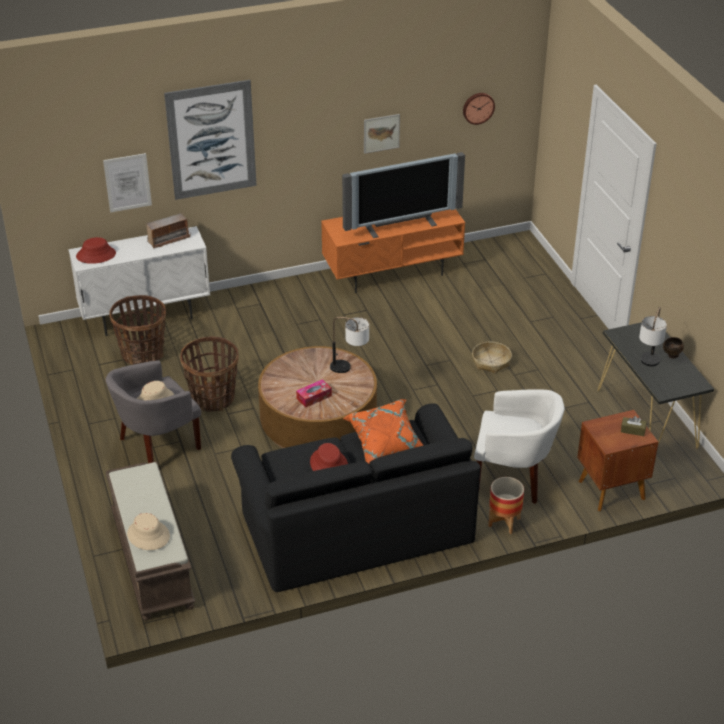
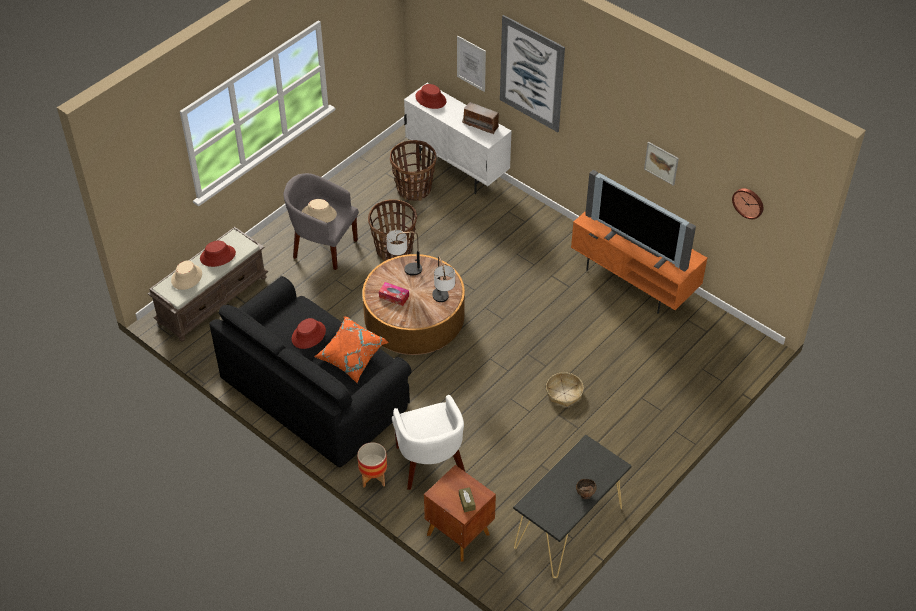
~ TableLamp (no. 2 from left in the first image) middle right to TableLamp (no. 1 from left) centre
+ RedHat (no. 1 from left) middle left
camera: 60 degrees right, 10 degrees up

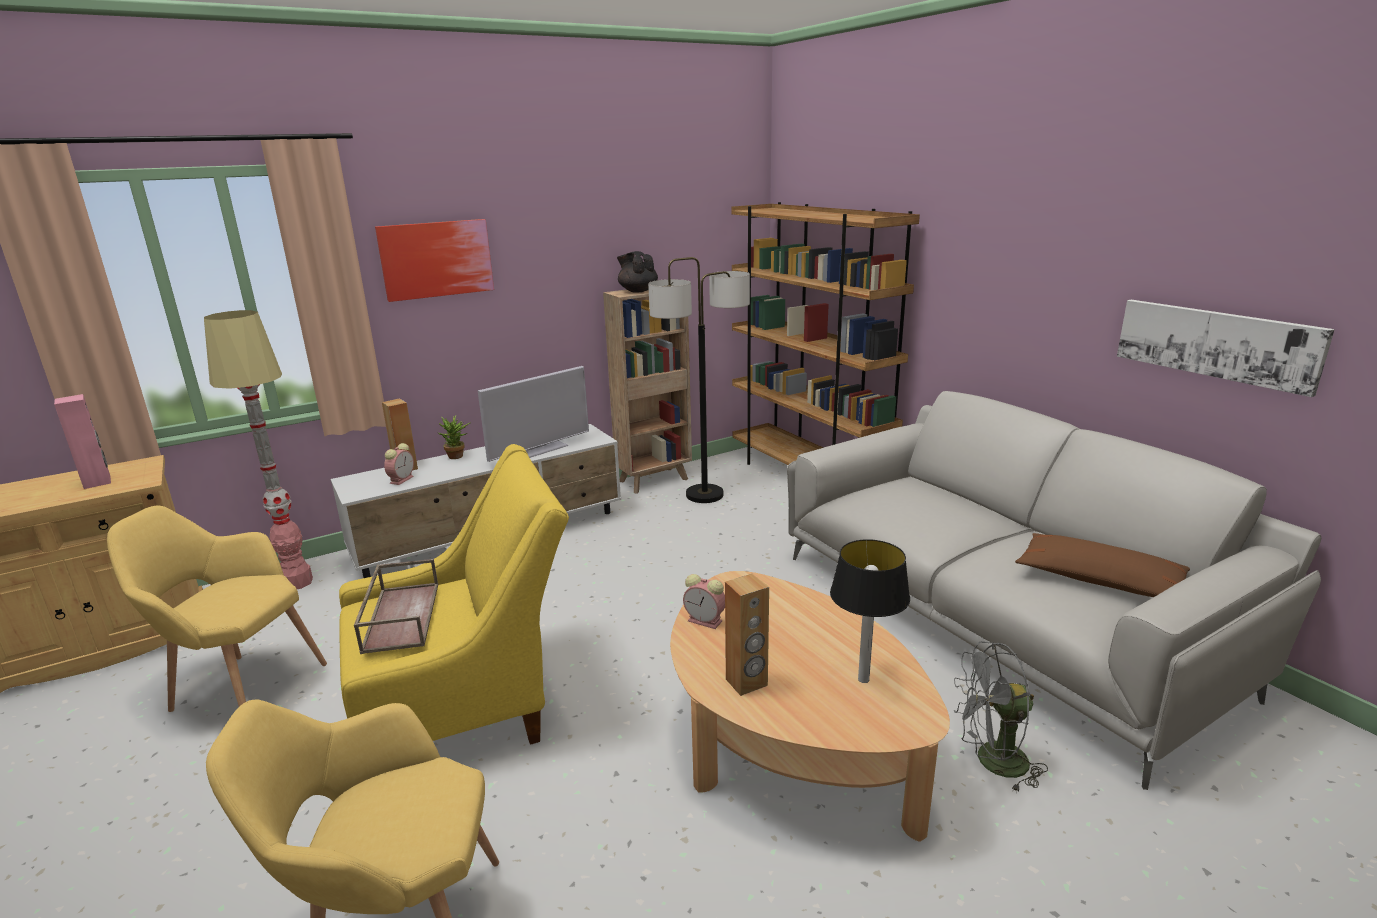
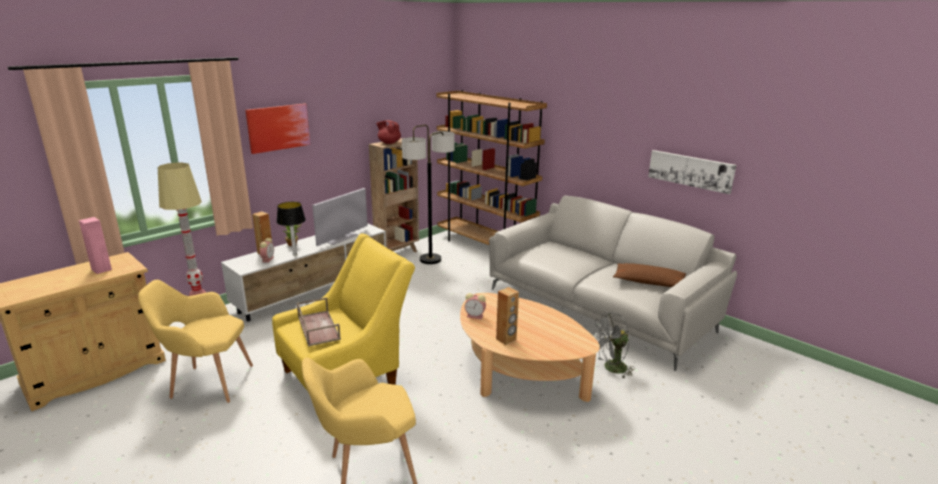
~ BlackTeapot top centre to RedTeapot top centre
~ TableLamp centre to middle left
camera: 15 degrees left, 0 degrees up

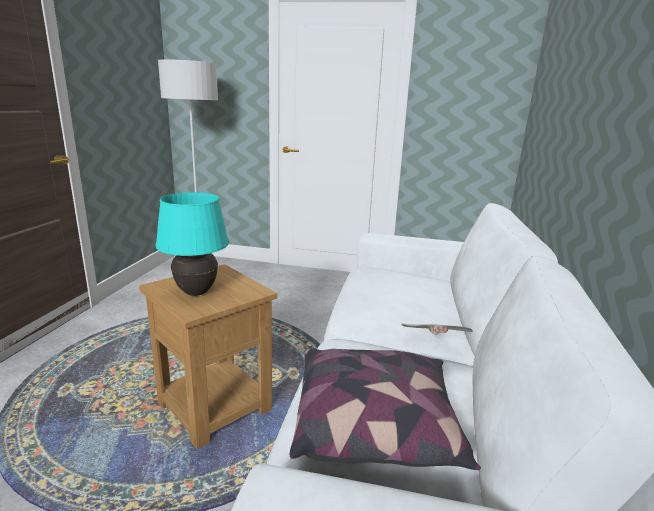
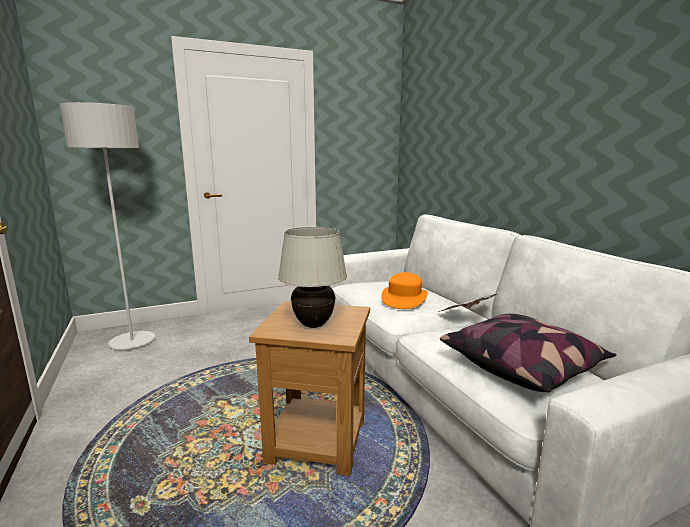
~ TurquoiseTableLamp middle left to WhiteTableLamp centre
+ OrangeHat centre
camera: 35 degrees left, 5 degrees down

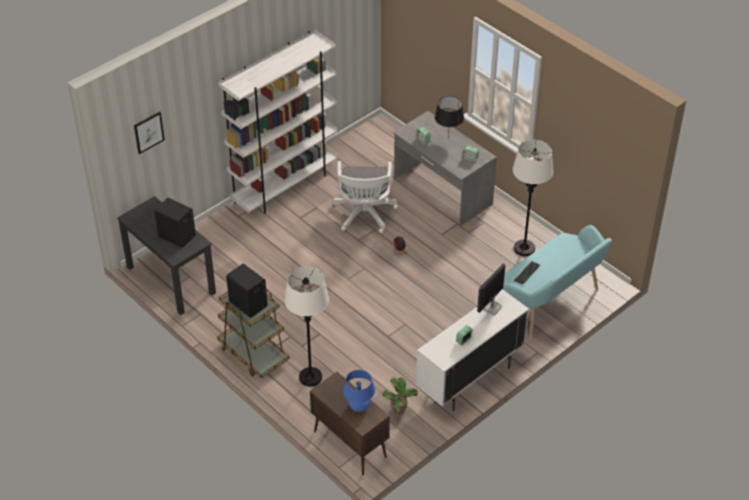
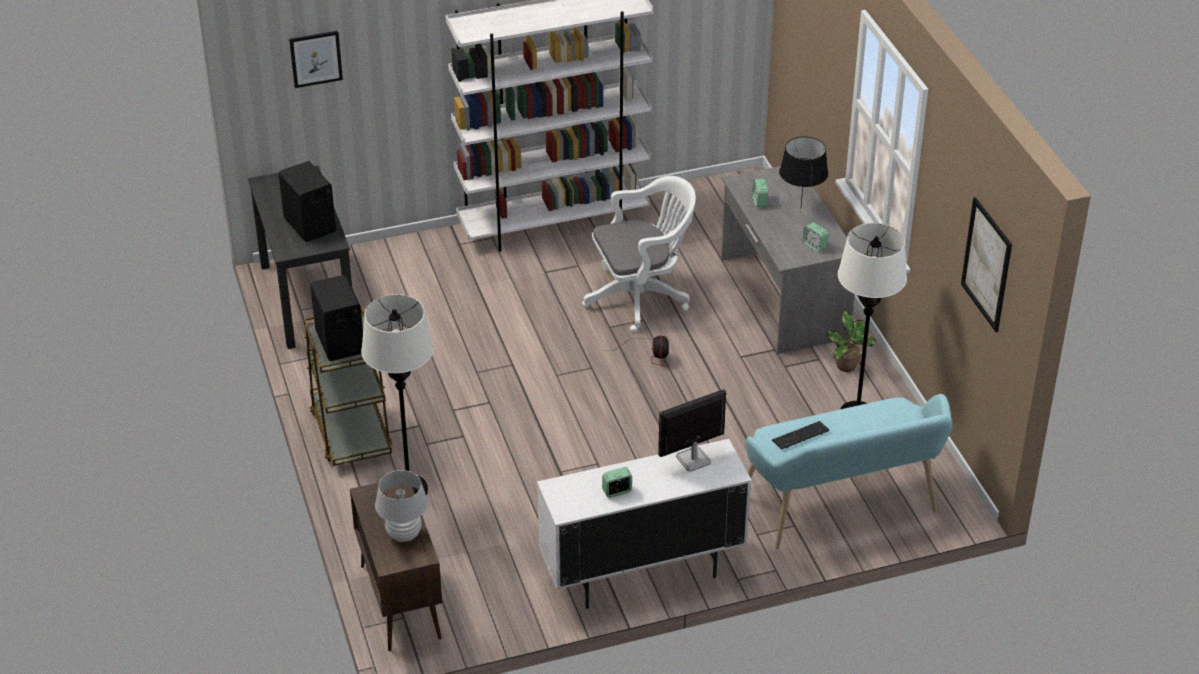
~ WhiteOfficeChair centre = centre 135 degrees counterclockwise
~ BlueTableLamp bottom centre to WhiteTableLamp bottom centre
~ PottedPlant bottom centre to middle right
+ Picture (no. 2 from left) middle right
camera: 25 degrees right, 5 degrees down

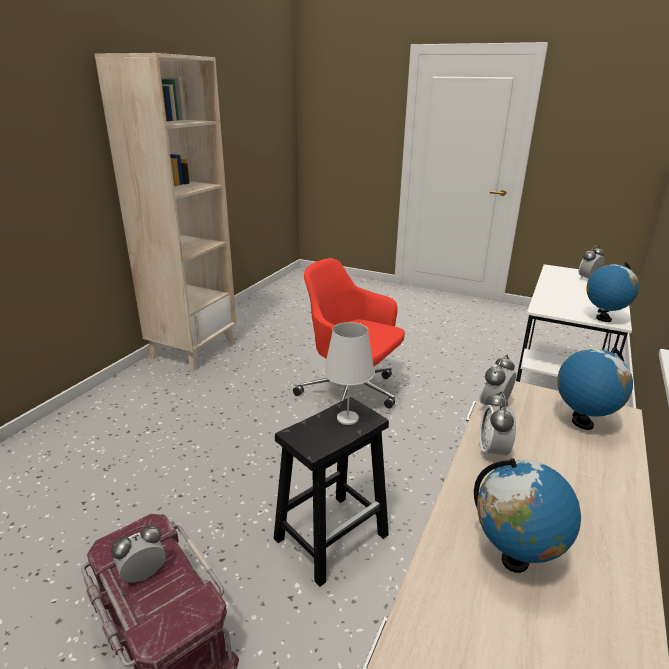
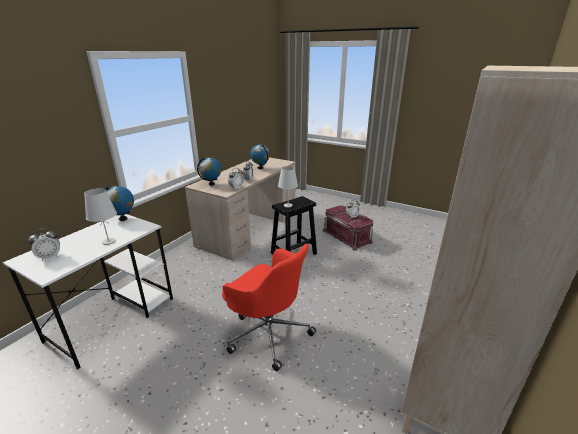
+ WhiteTableLamp (no. 1 from left) middle left
camera: 175 degrees left, 0 degrees up

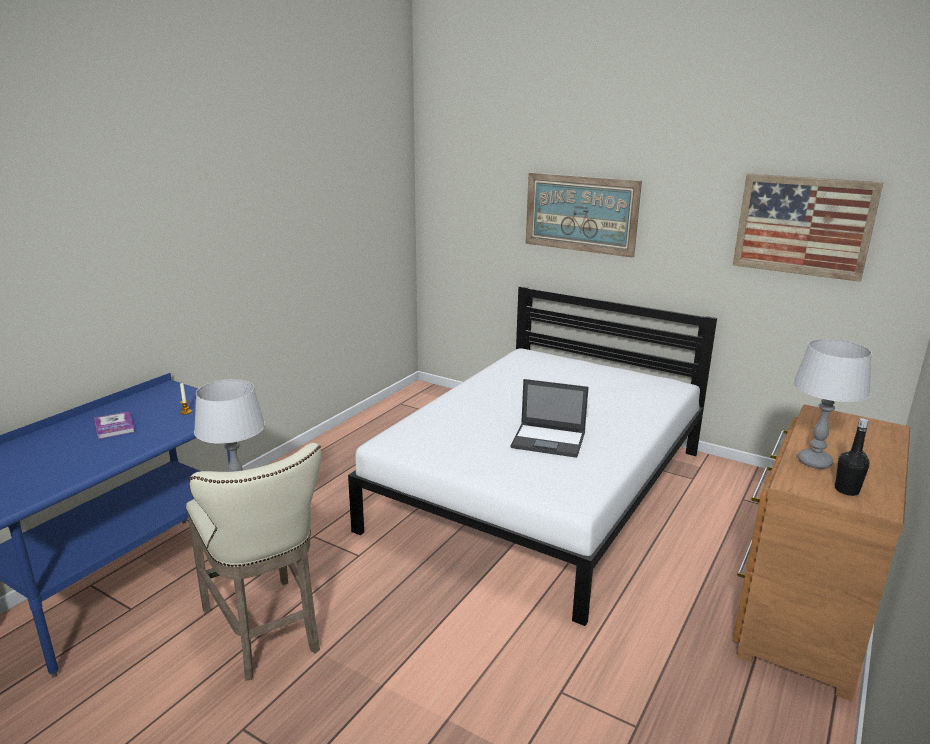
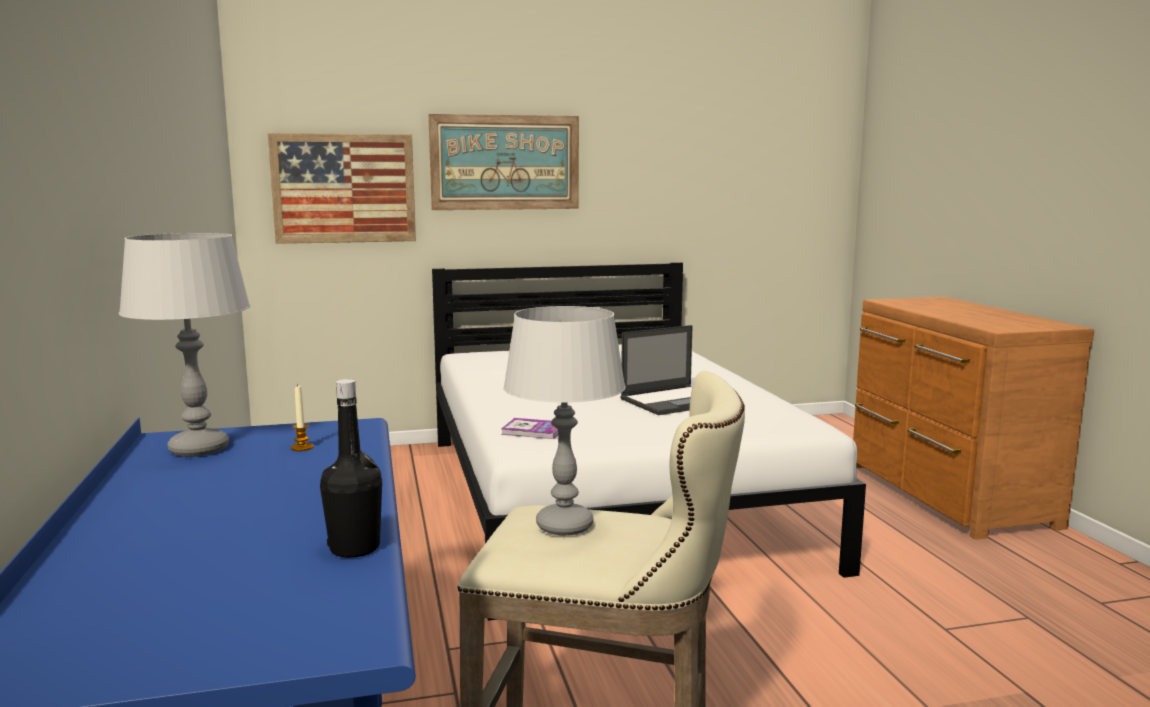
~ Book middle left to centre
~ Picture (no. 2 from left in the first image) top right to Picture (no. 1 from left) top left
~ GreyTableLamp (no. 2 from left in the first image) middle right to GreyTableLamp (no. 1 from left) middle left
~ BlackBottle middle right to middle left
camera: 45 degrees left, 10 degrees down

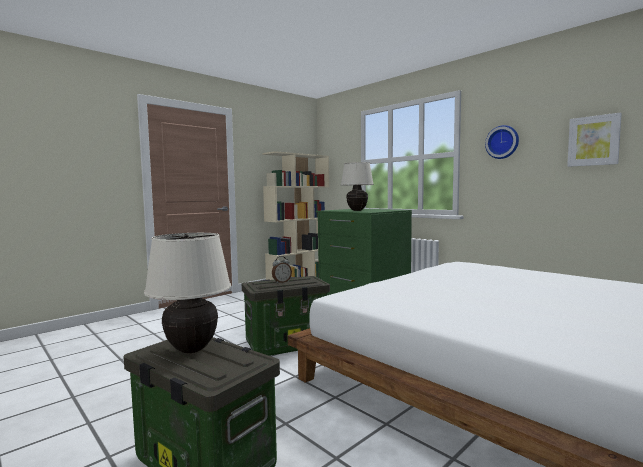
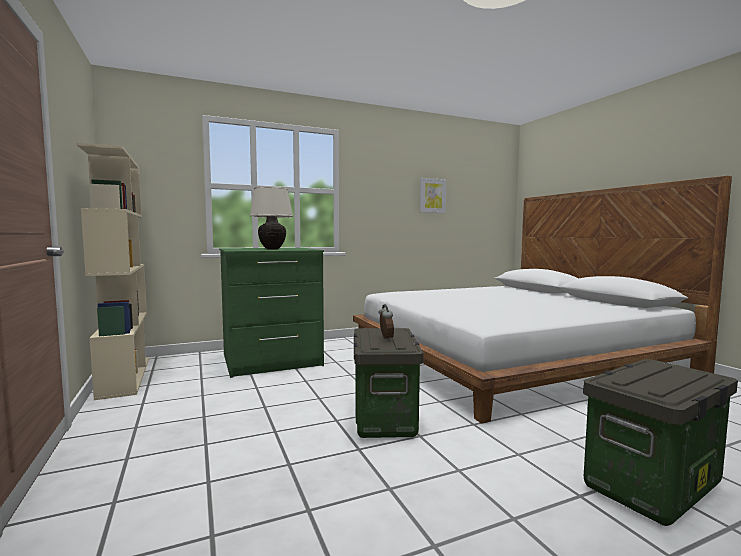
- BeigeTableLamp (no. 1 from left) middle left
- WallClock top right
camera: 70 degrees left, 0 degrees up

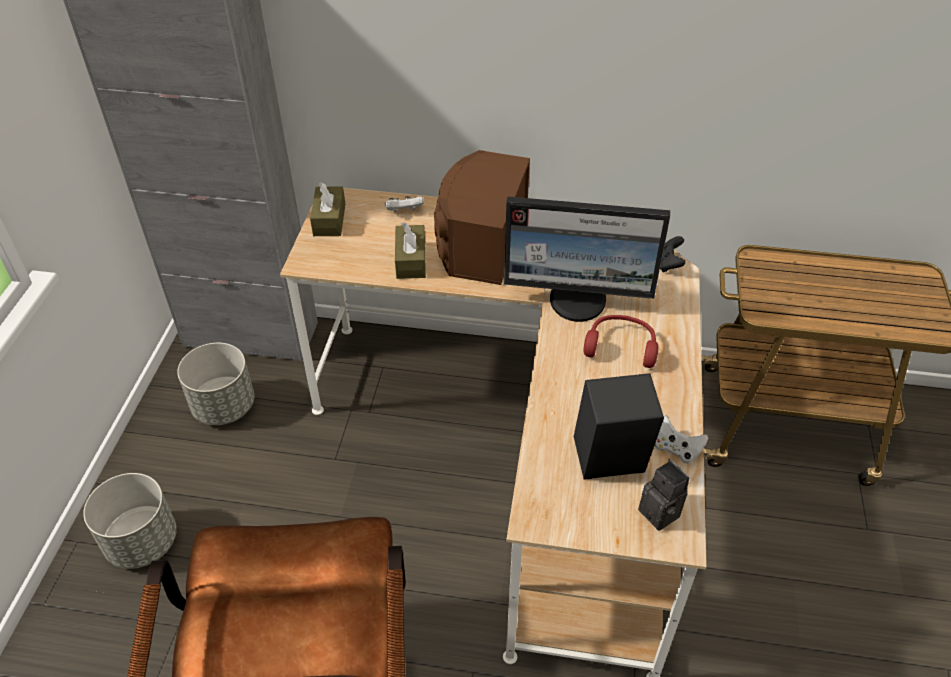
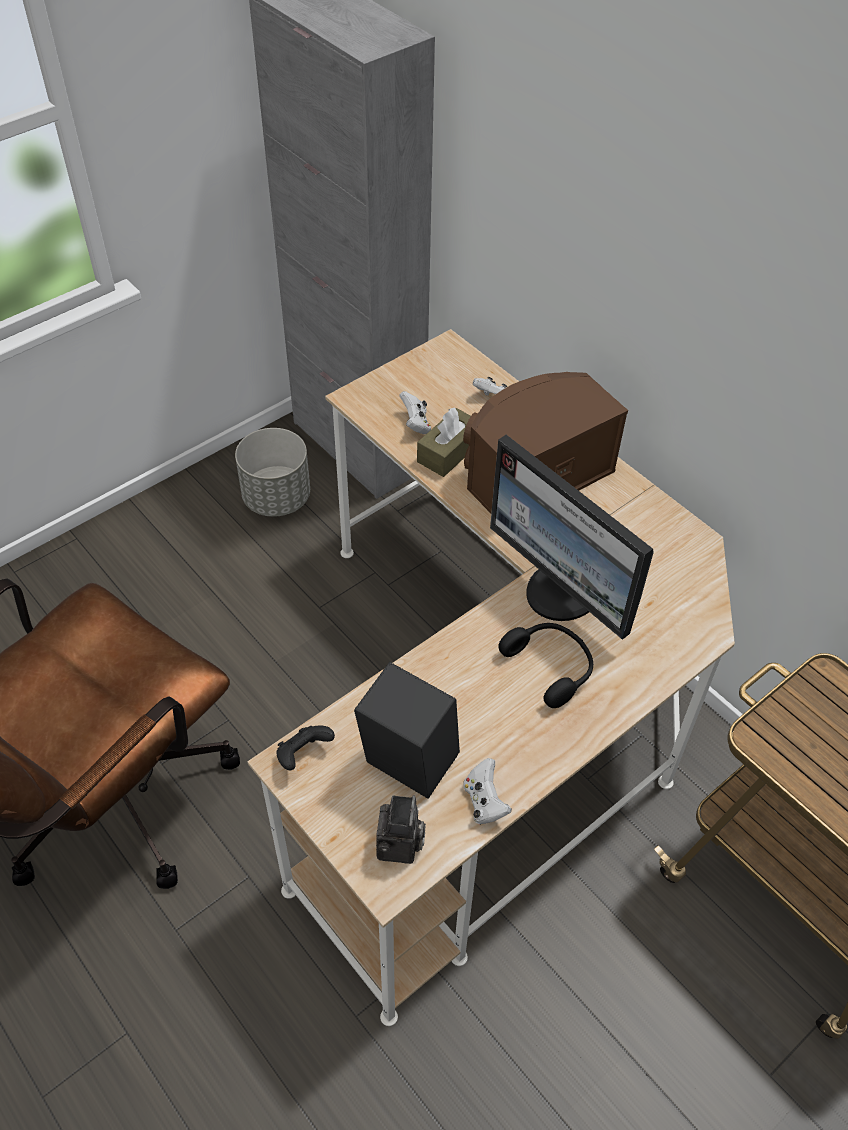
- GreyPlanter (no. 1 from left) bottom left
- BrownTissueBox (no. 1 from left) top centre
~ RedHeadphones centre to BlackHeadphones centre
~ BlackGameController middle right to centre
+ WhiteGameController (no. 1 from left) centre
camera: 40 degrees right, 5 degrees up

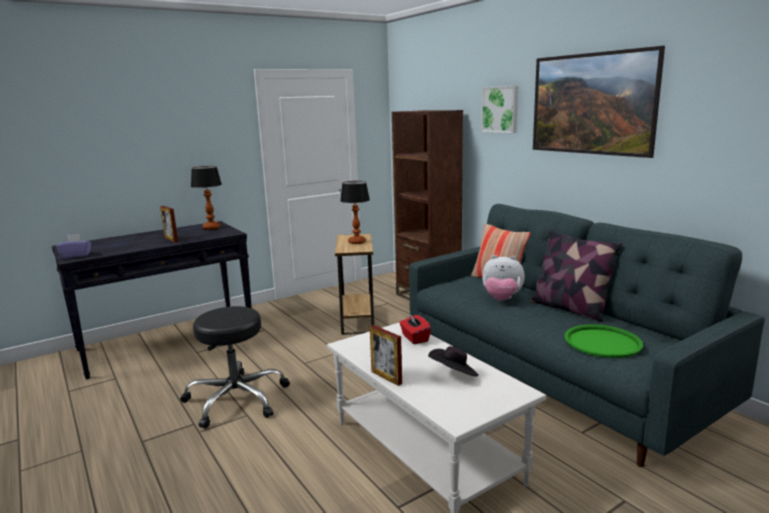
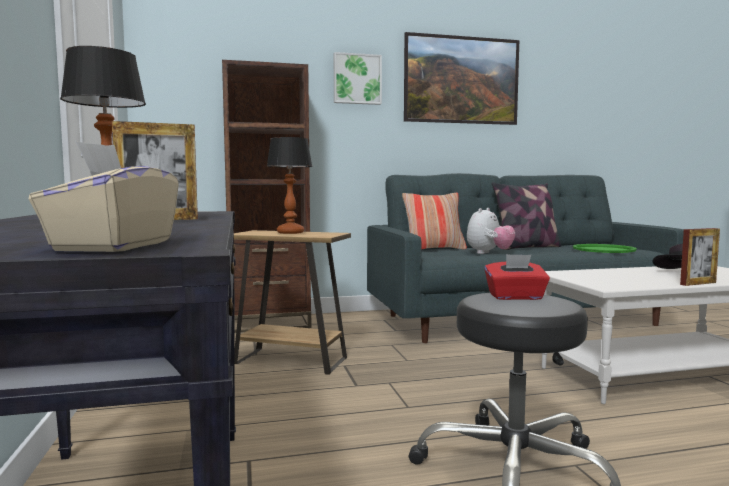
~ PurpleTissueBox middle left to BeigeTissueBox middle left
~ RedTissueBox centre to middle right
camera: 70 degrees left, 10 degrees down

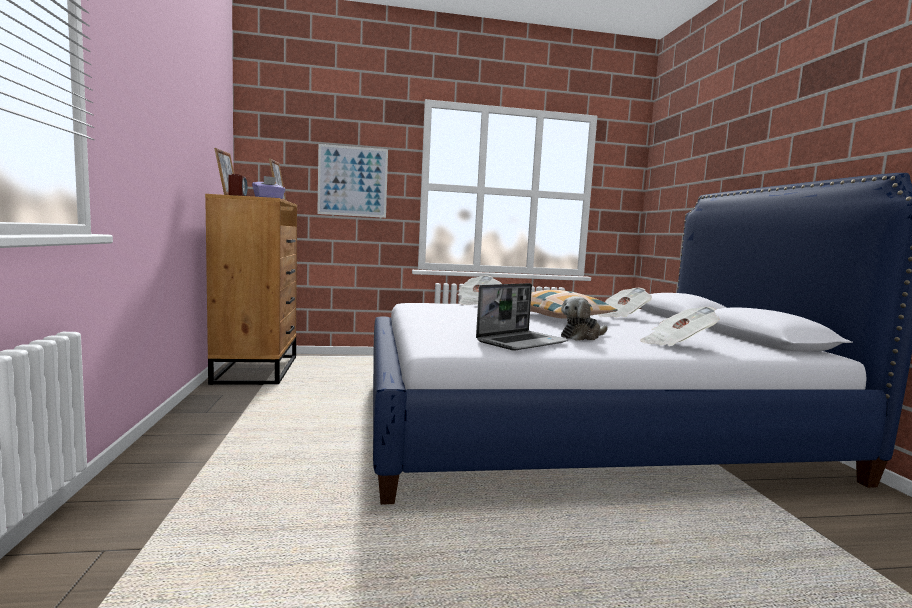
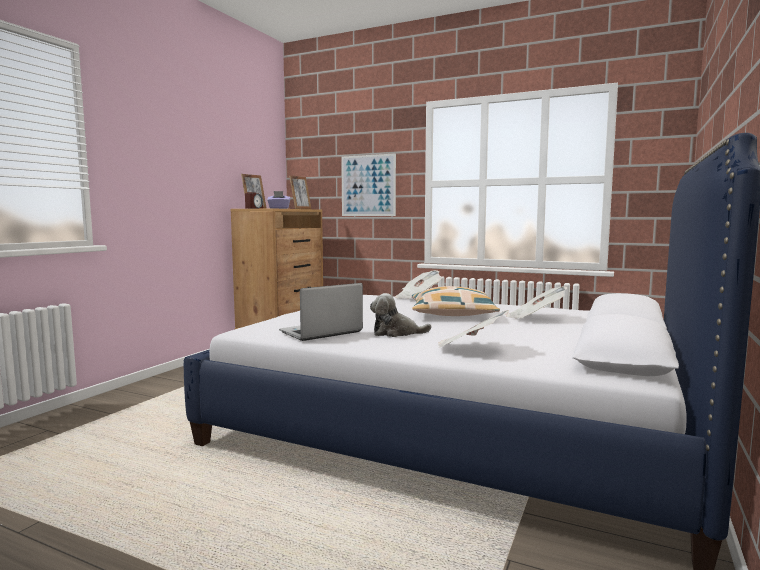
~ Laptop centre = centre 150 degrees clockwise
camera: 35 degrees right, 0 degrees up

